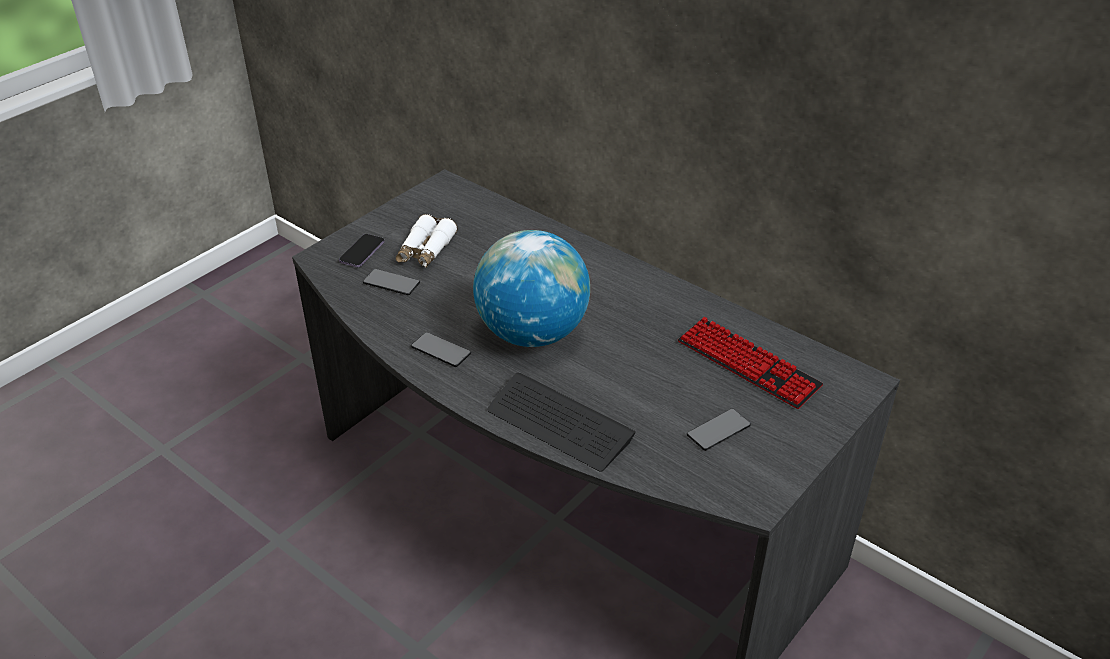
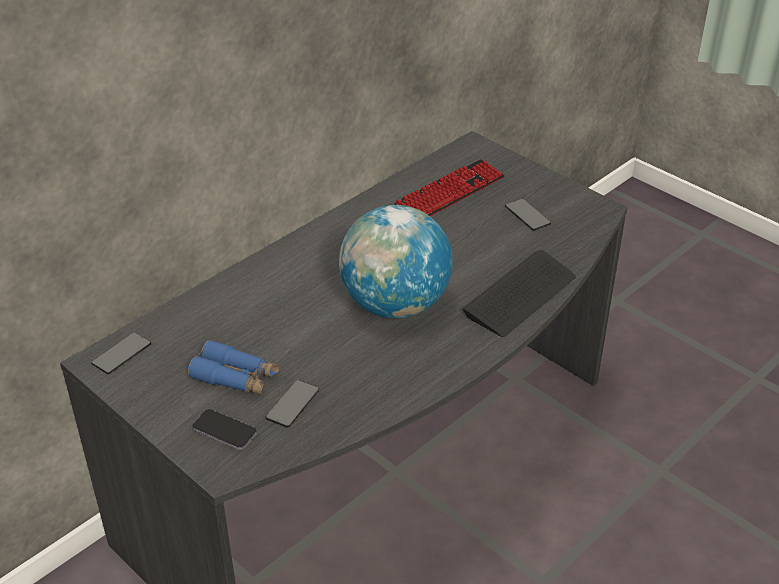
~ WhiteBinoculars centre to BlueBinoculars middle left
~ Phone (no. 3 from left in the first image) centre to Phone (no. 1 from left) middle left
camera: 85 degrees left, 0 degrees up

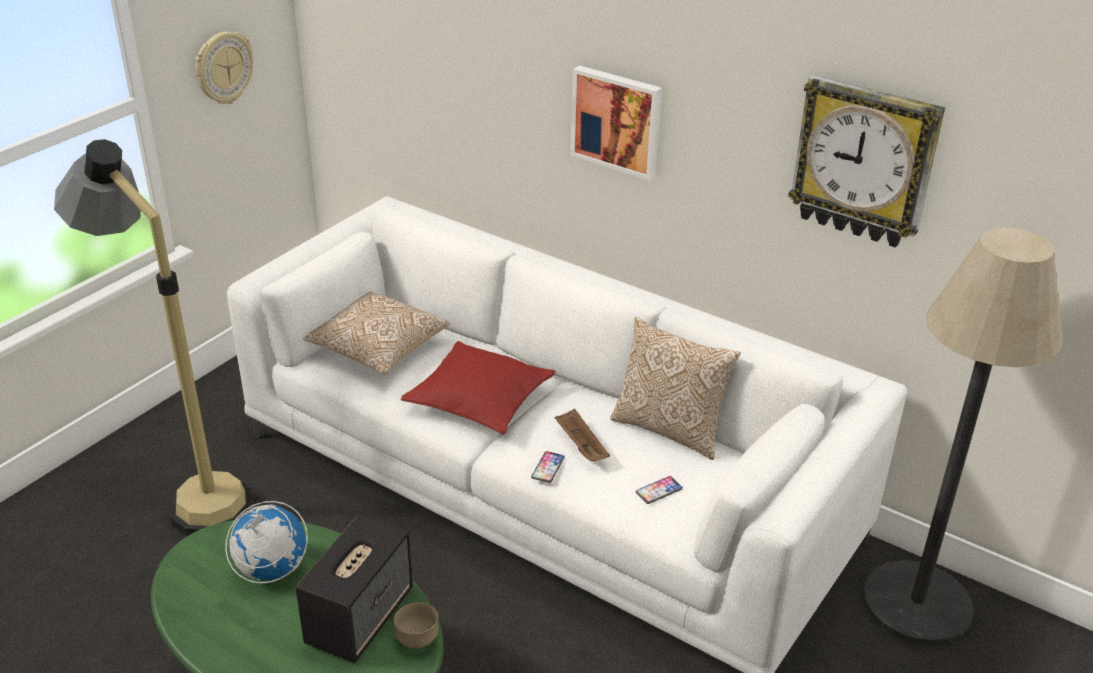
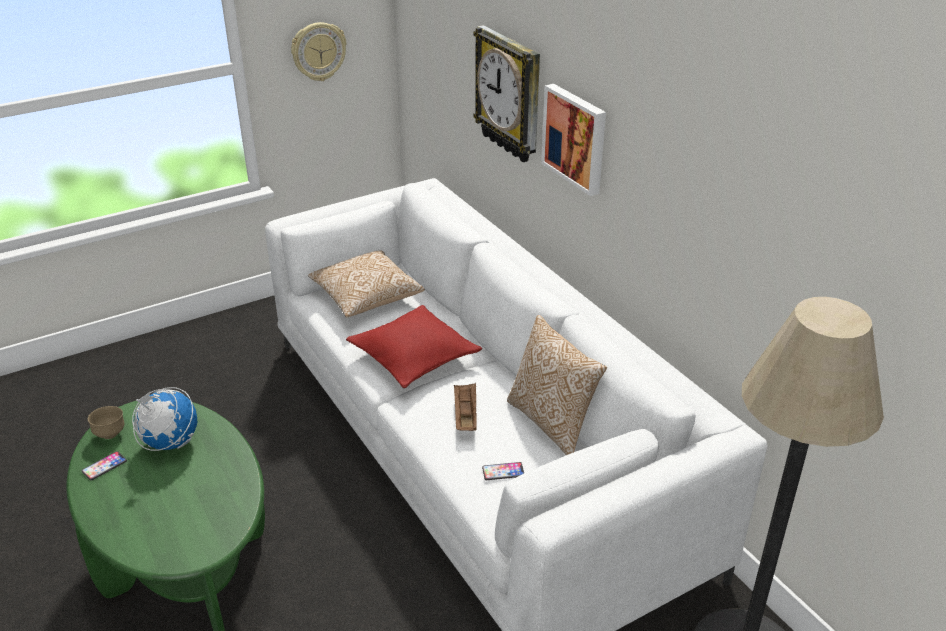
- FloorLamp (no. 1 from left) middle left
- Speaker bottom left
~ BrownBowl bottom centre to bottom left
~ Phone (no. 1 from left) bottom centre to bottom left
~ WallClock (no. 2 from left) top right to top centre
camera: 25 degrees right, 0 degrees up

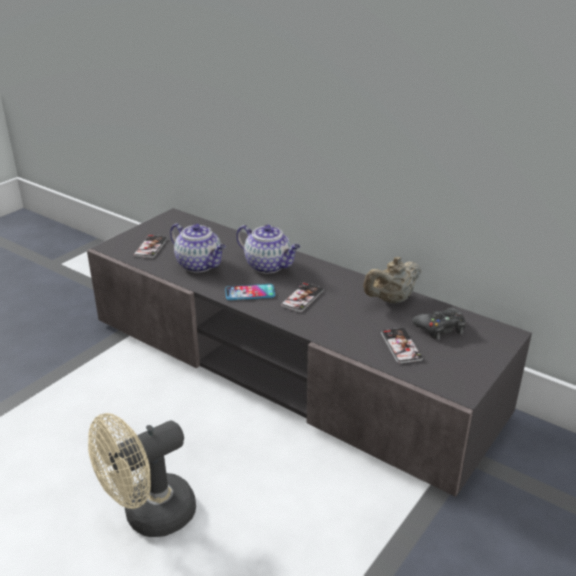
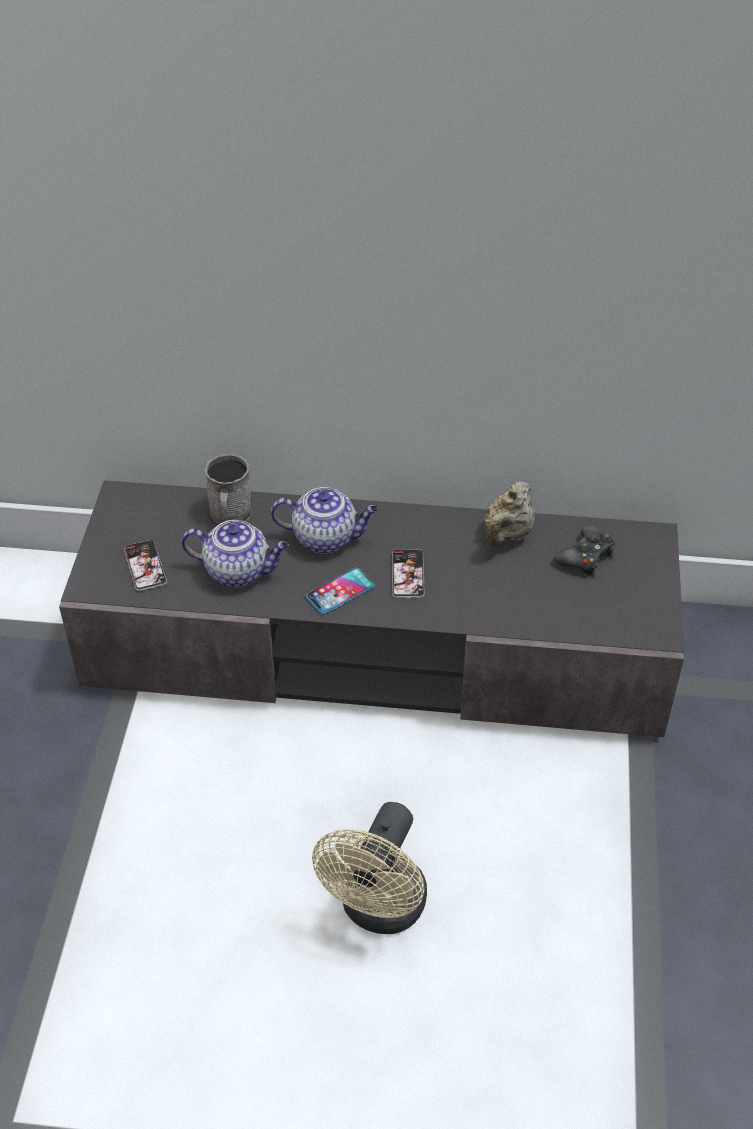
- Phone (no. 4 from left) middle right
+ GreyMug middle left
camera: 30 degrees left, 15 degrees up

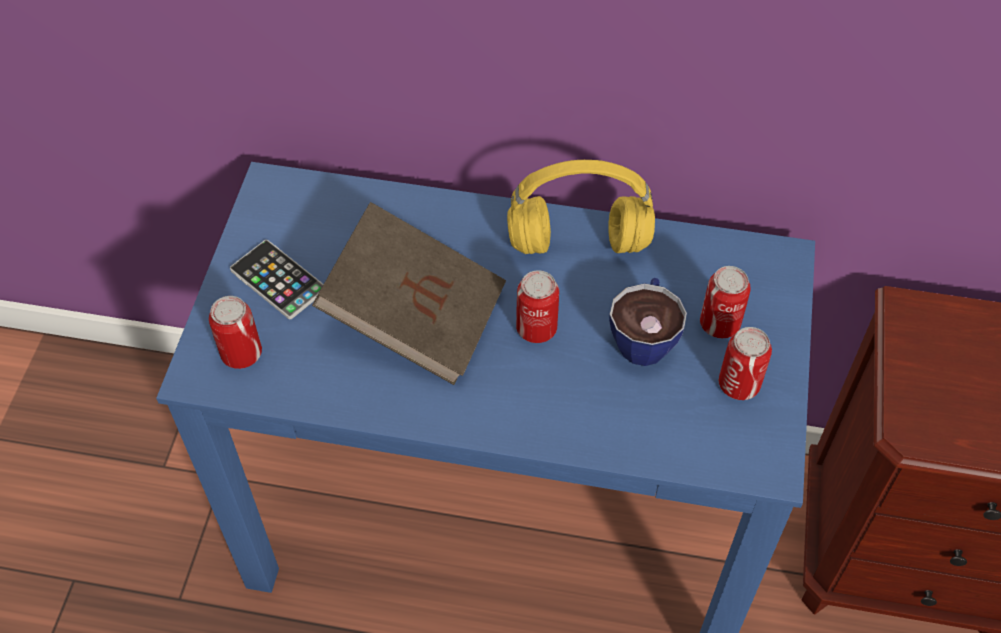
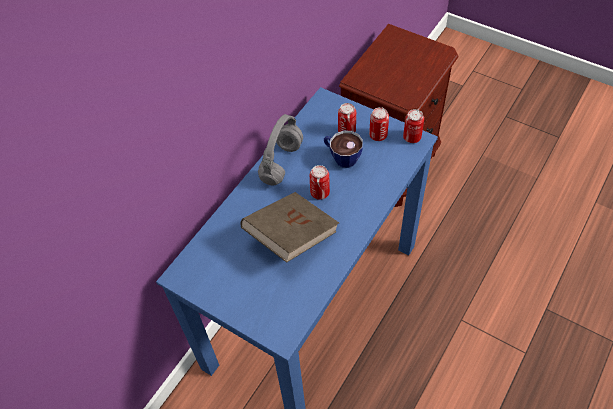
~ Can (no. 1 from left in the first image) middle left to Can (no. 4 from left) top right
- Phone middle left
~ YellowHeadphones top centre to GreyHeadphones centre
camera: 65 degrees left, 0 degrees up

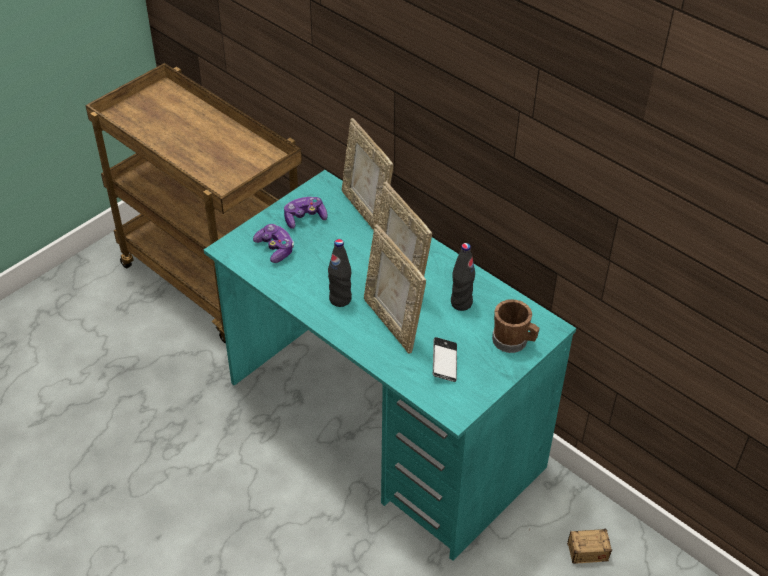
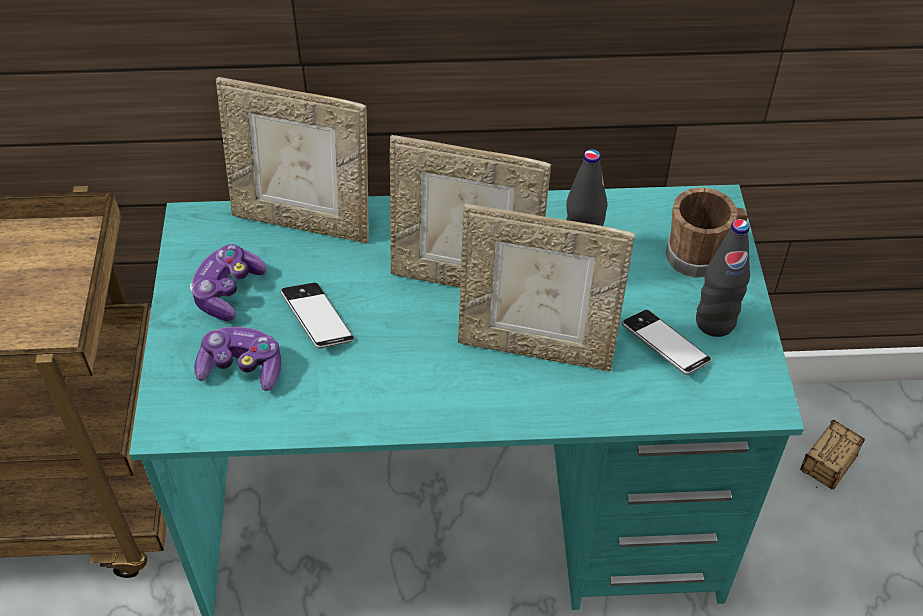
~ BlackBottle (no. 1 from left in the first image) centre to BlackBottle (no. 2 from left) middle right
+ Phone (no. 1 from left) centre
camera: 45 degrees left, 5 degrees up

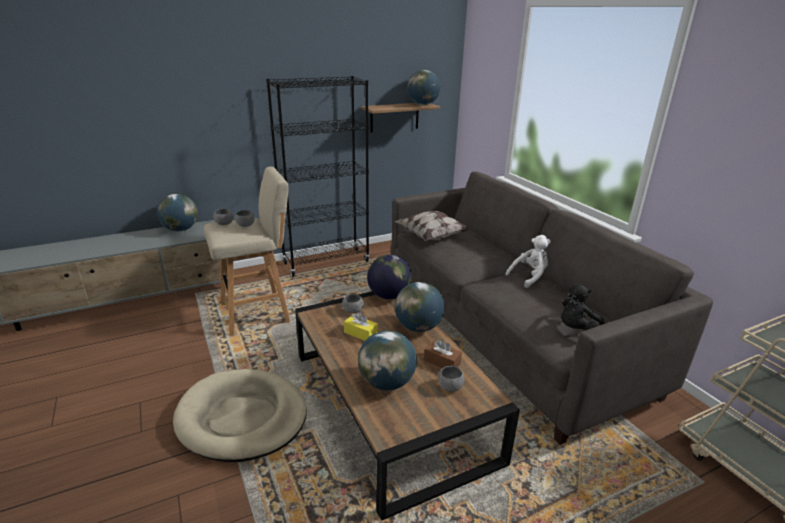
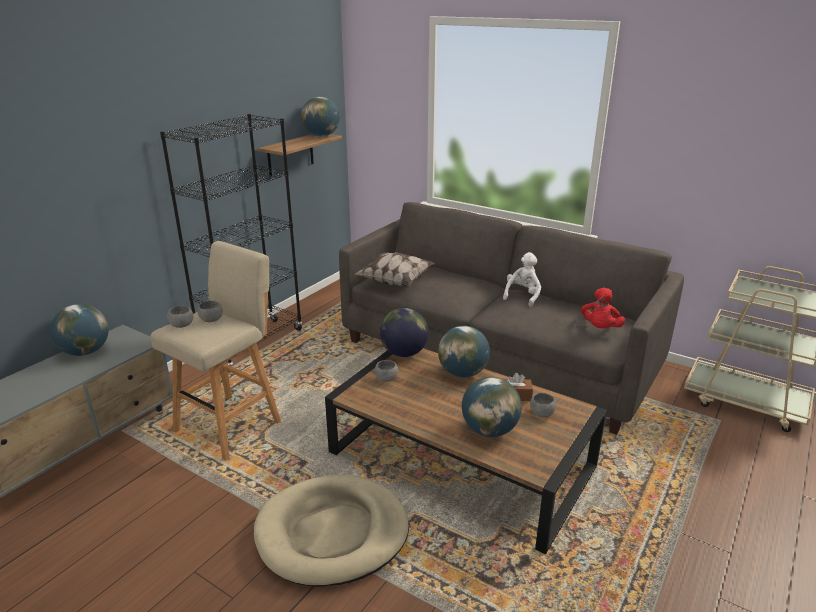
- YellowTissueBox centre
~ BlackPlushToy middle right to RedPlushToy middle right
camera: 30 degrees left, 0 degrees up

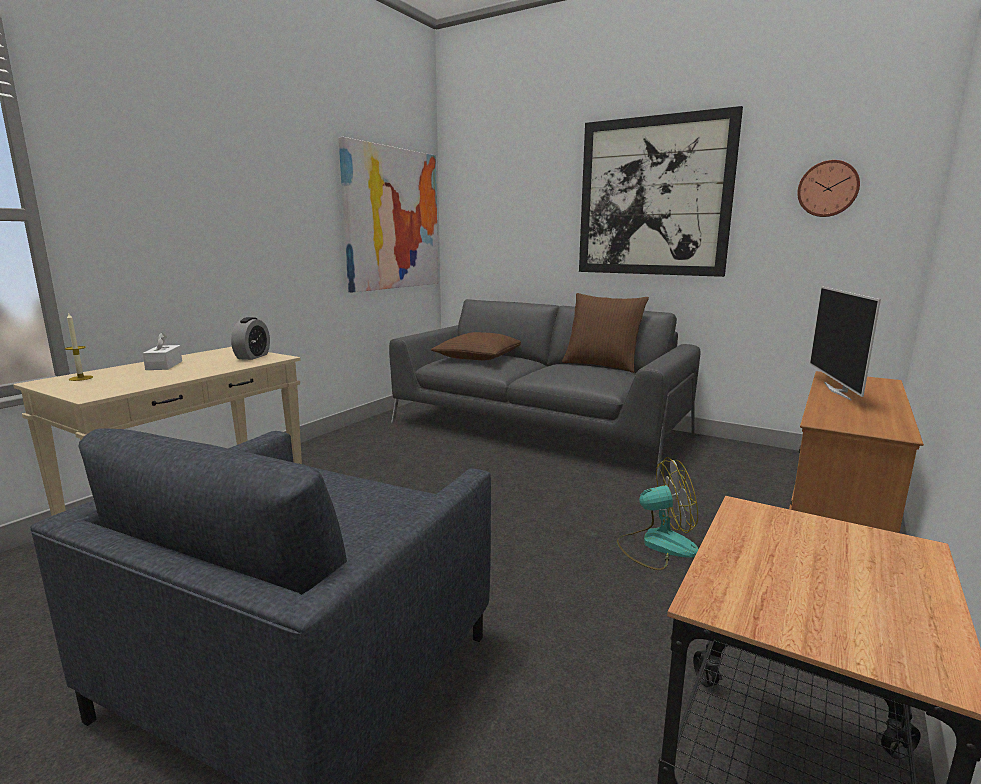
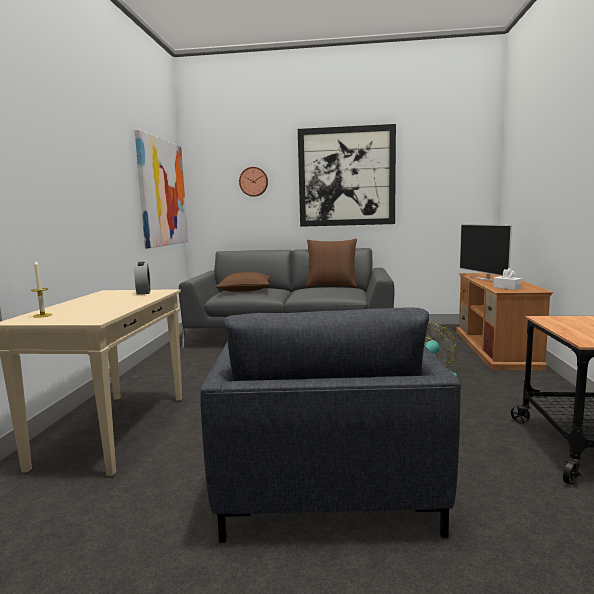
~ WhiteTissueBox middle left to middle right
~ WallClock top right to top centre
camera: 25 degrees left, 5 degrees down

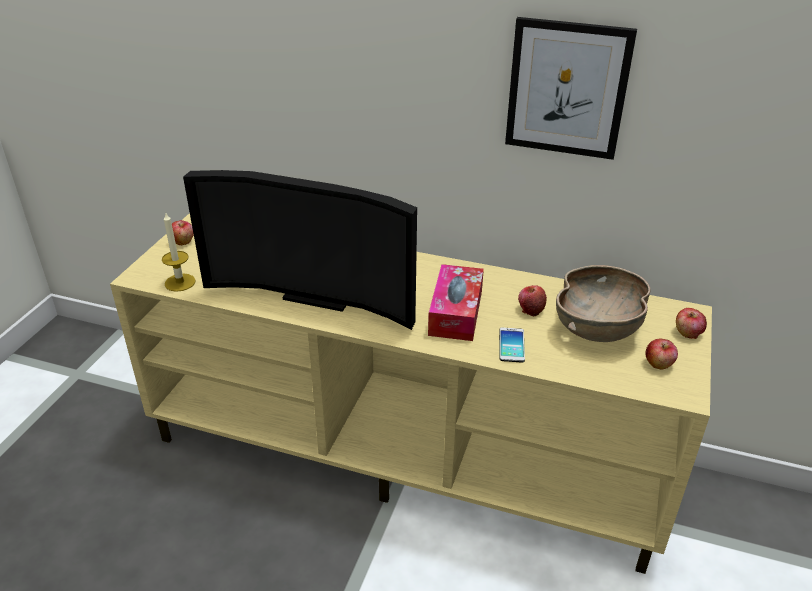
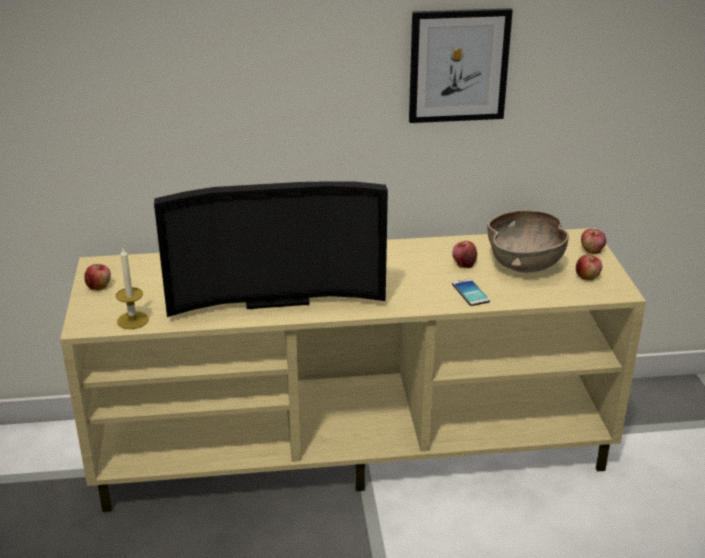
- TissueBox centre
camera: 25 degrees left, 5 degrees down

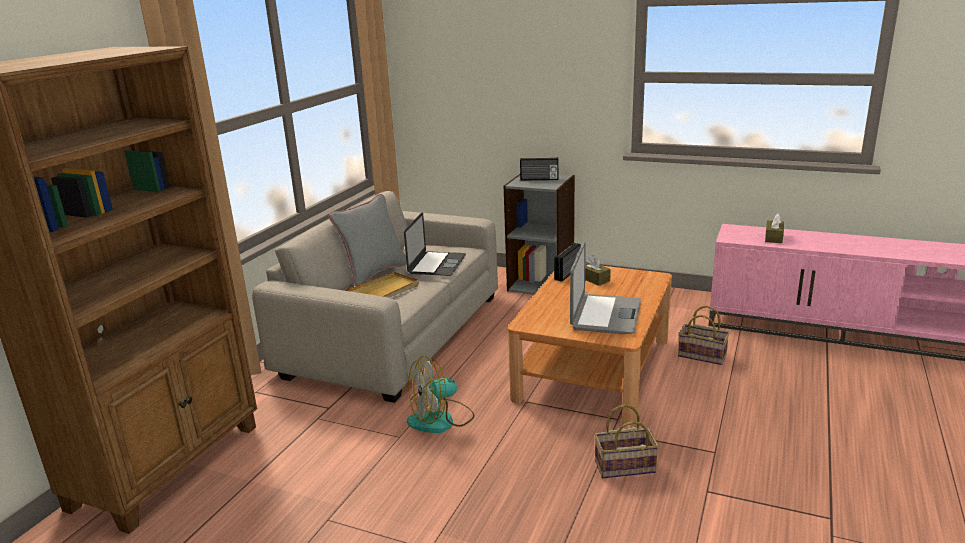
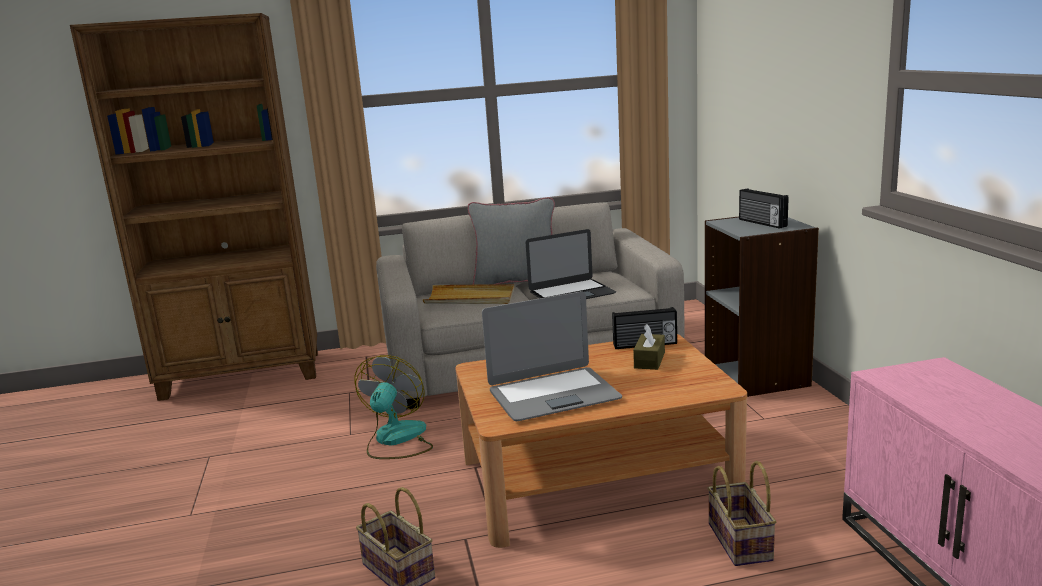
~ Fan bottom centre = bottom centre 75 degrees clockwise
- BrownTissueBox (no. 2 from left) middle right
camera: 55 degrees right, 5 degrees down

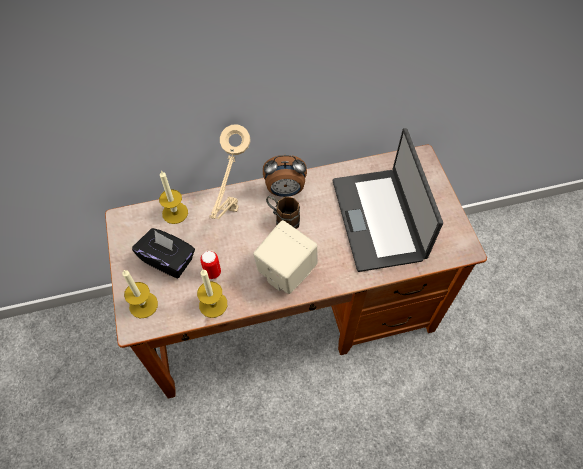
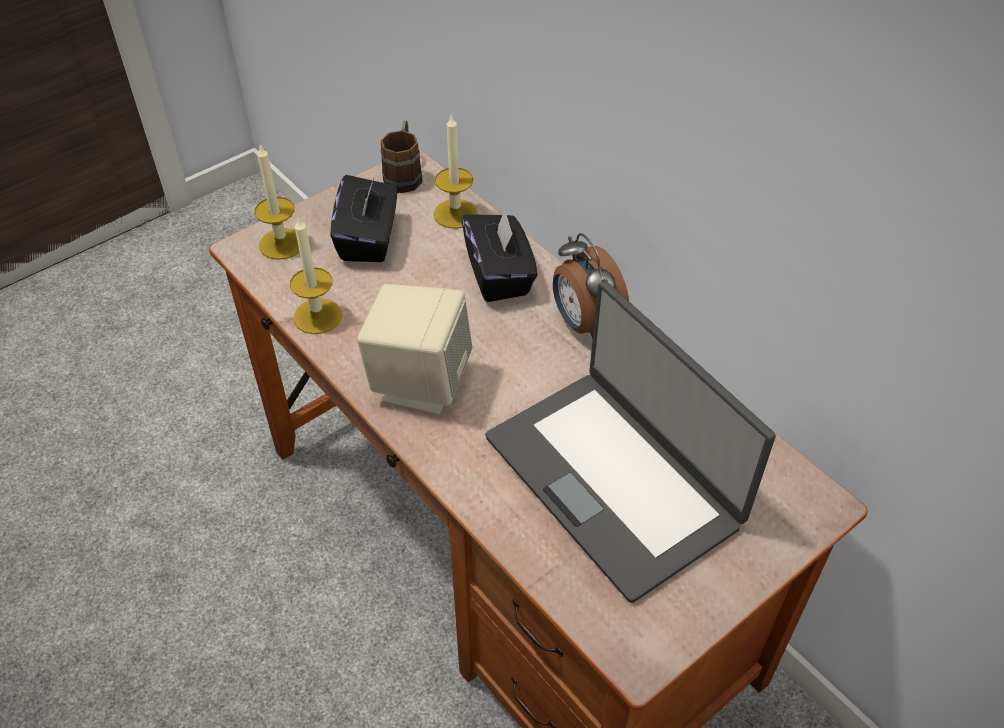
- Can centre
~ BeigeTableLamp centre to BlackTissueBox (no. 2 from left) centre
~ BrownMug centre to top centre
~ Laptop centre = centre 90 degrees counterclockwise
camera: 65 degrees right, 10 degrees down

